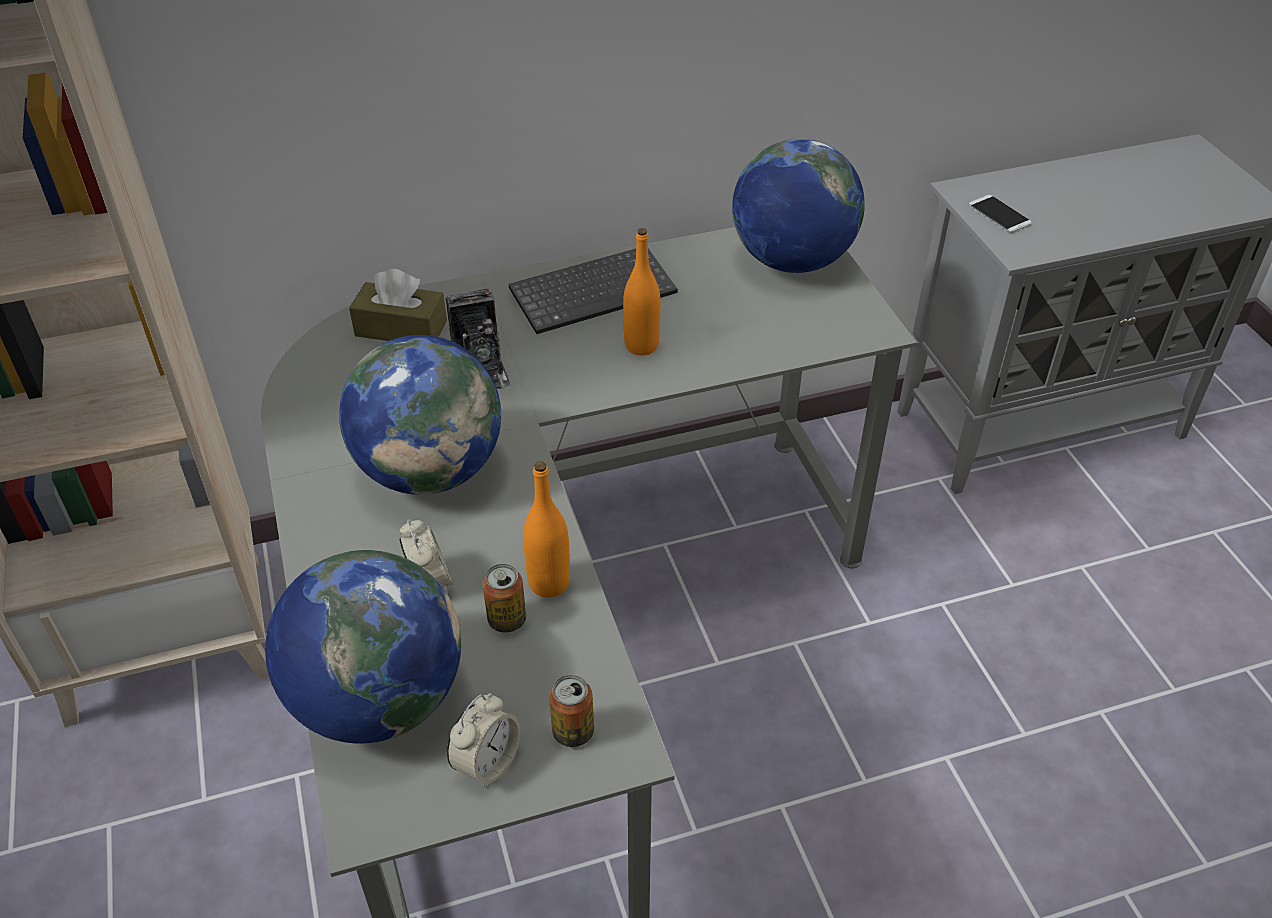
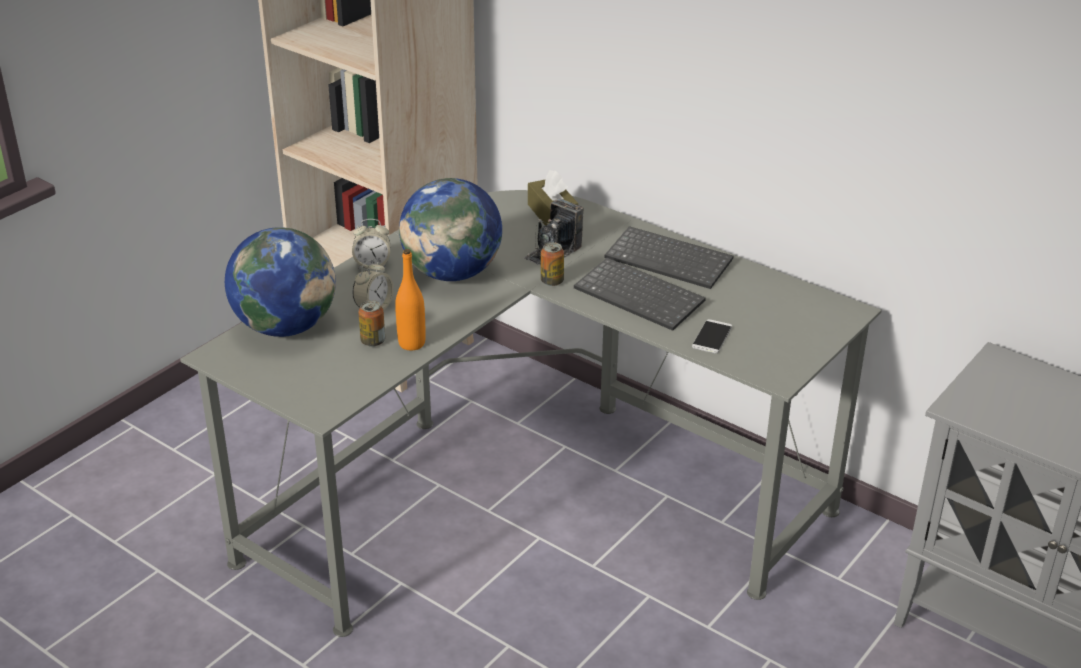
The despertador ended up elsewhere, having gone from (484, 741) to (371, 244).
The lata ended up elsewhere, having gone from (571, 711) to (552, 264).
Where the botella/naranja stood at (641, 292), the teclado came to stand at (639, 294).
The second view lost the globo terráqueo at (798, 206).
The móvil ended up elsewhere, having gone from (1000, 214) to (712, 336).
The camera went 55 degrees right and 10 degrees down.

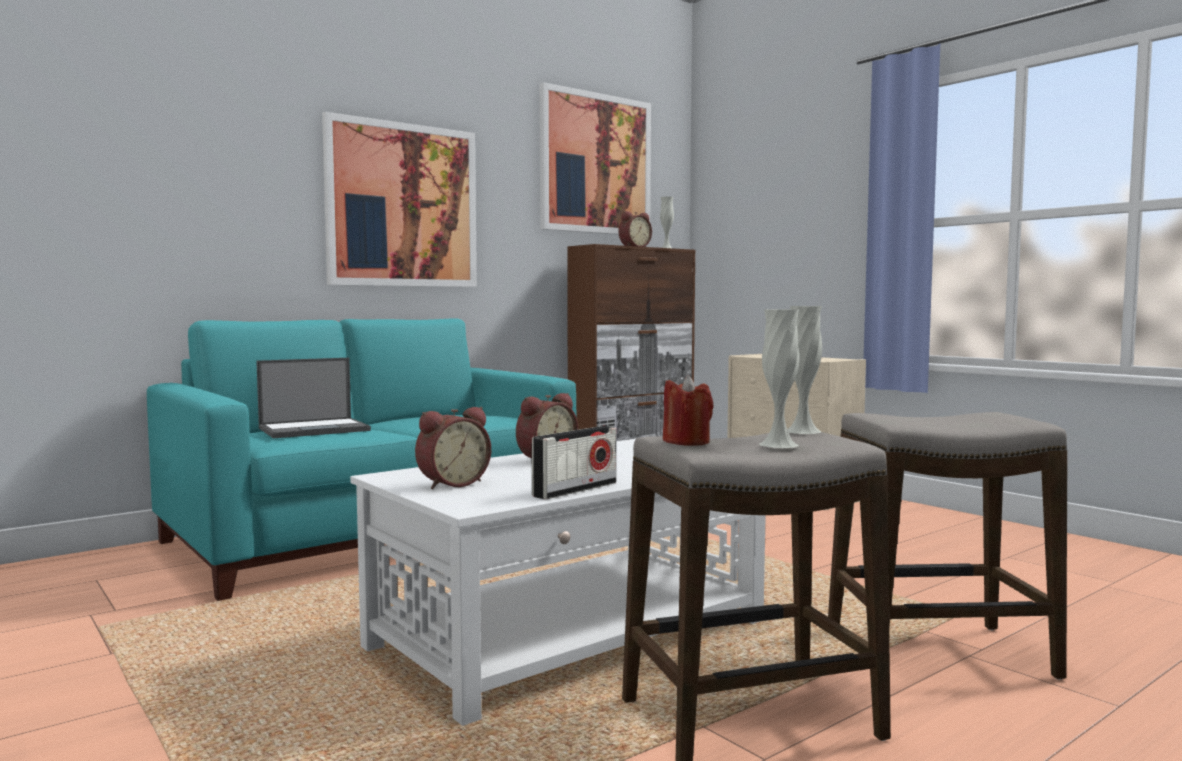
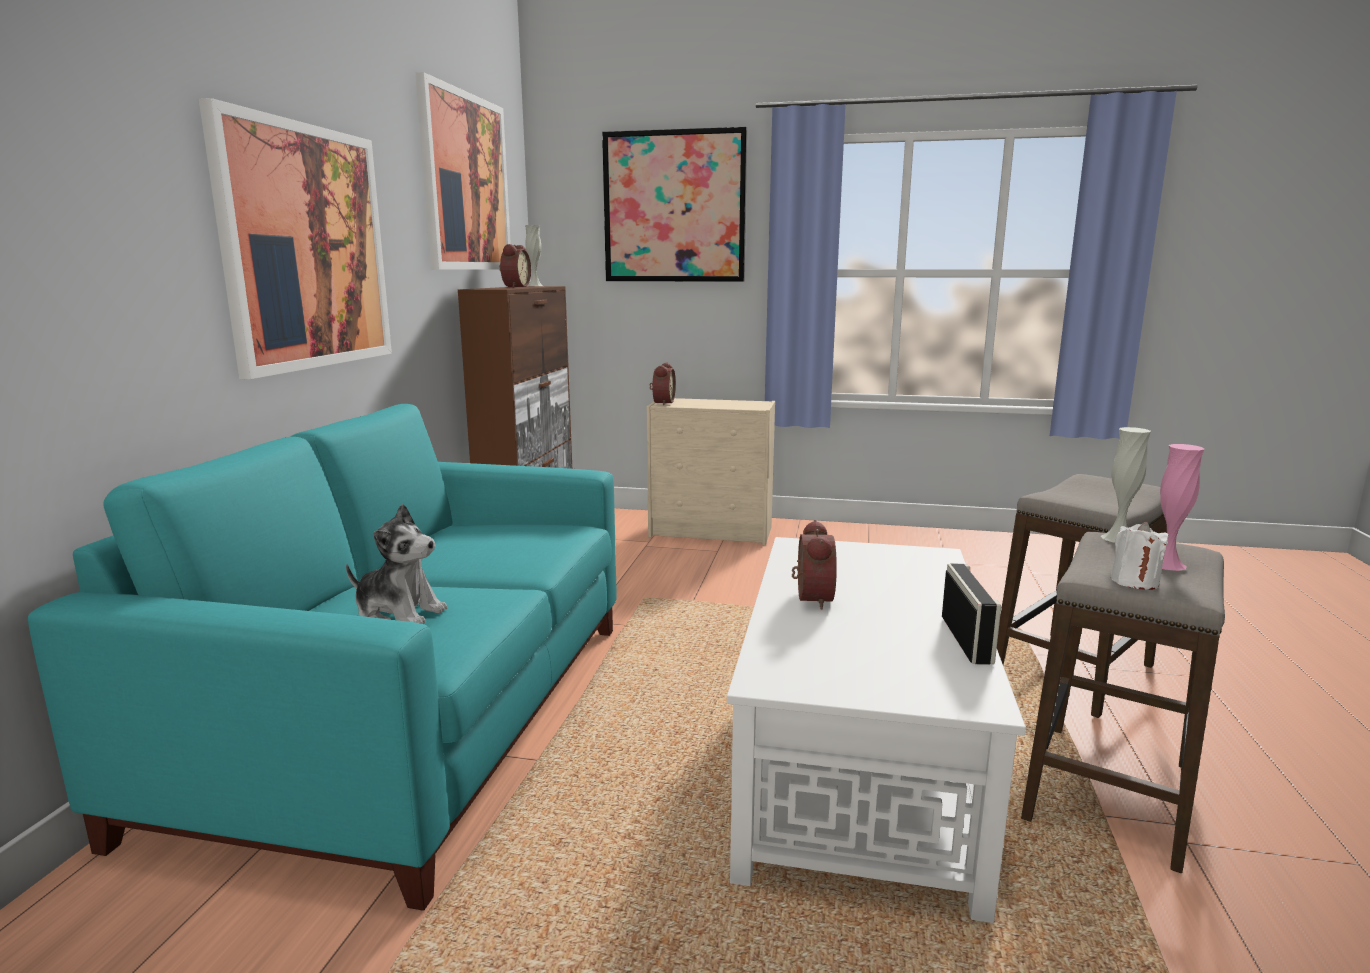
Where the portátil stood at (313, 398), the peluche came to stand at (396, 564).
The despertador ended up elsewhere, having gone from (453, 448) to (662, 383).
What was the vela/rojo at (688, 410) turned into the vela/blanco at (1140, 556).
What was the florero/blanco at (779, 378) turned into the florero/rosa at (1182, 507).
The second view gained the cuadro at (674, 204).
The camera went 40 degrees left and 10 degrees up.

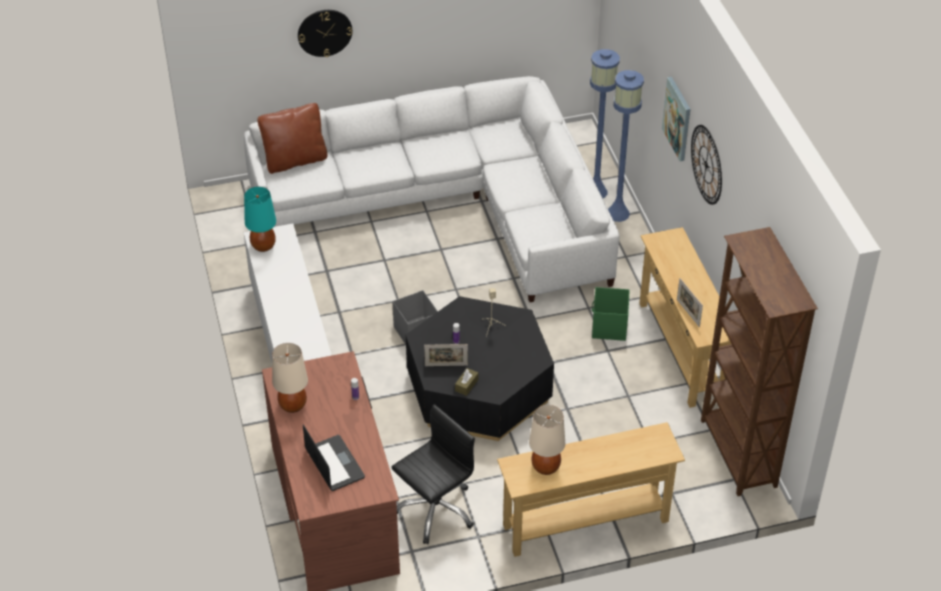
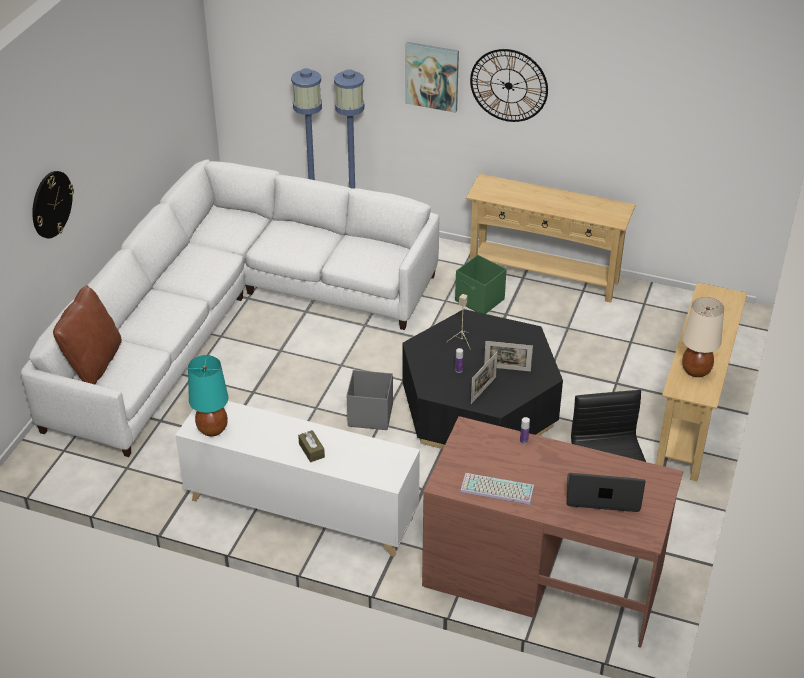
Where the lámpara de mesa/beis stood at (290, 378), the teclado came to stand at (497, 489).
The caja de pañuelos/marrón ended up elsewhere, having gone from (466, 382) to (311, 446).
The portarretratos ended up elsewhere, having gone from (690, 302) to (508, 356).
The second view lost the estantería/marrón at (759, 361).
The camera went 55 degrees left and 5 degrees down.

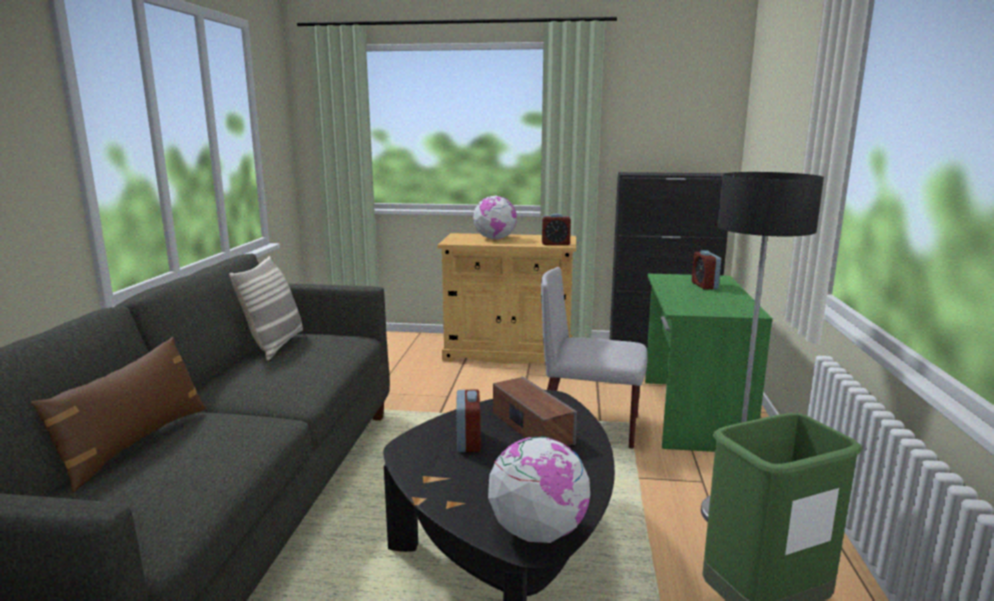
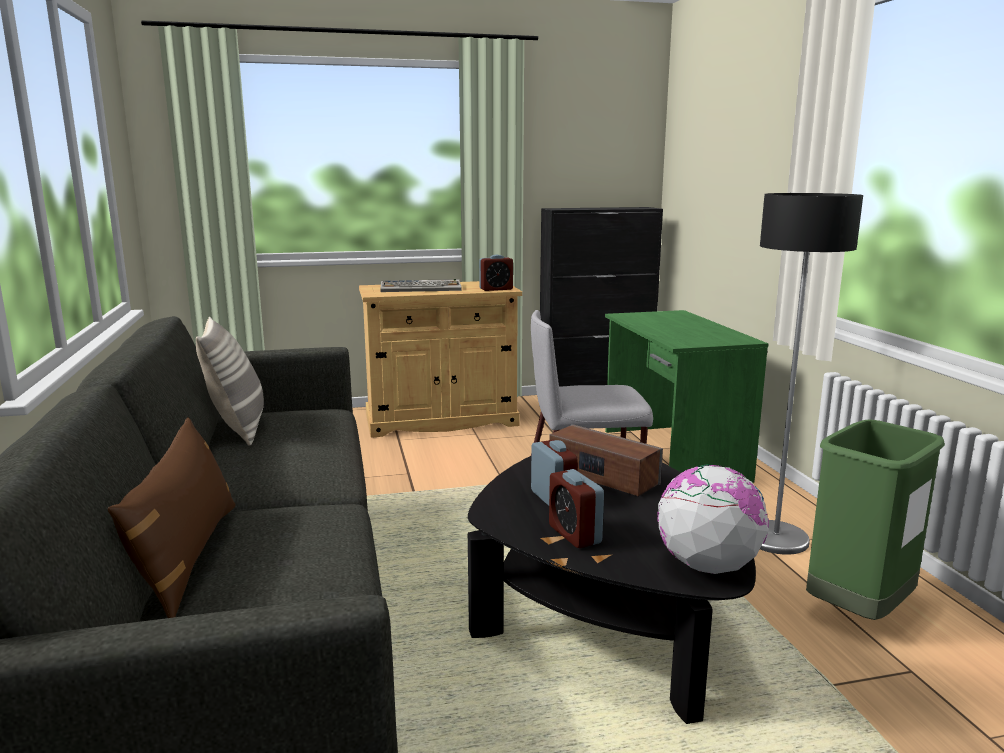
Where the globo terráqueo stood at (495, 217), the teclado came to stand at (421, 285).
The despertador ended up elsewhere, having gone from (706, 270) to (576, 508).
The camera went 20 degrees left and 0 degrees up.

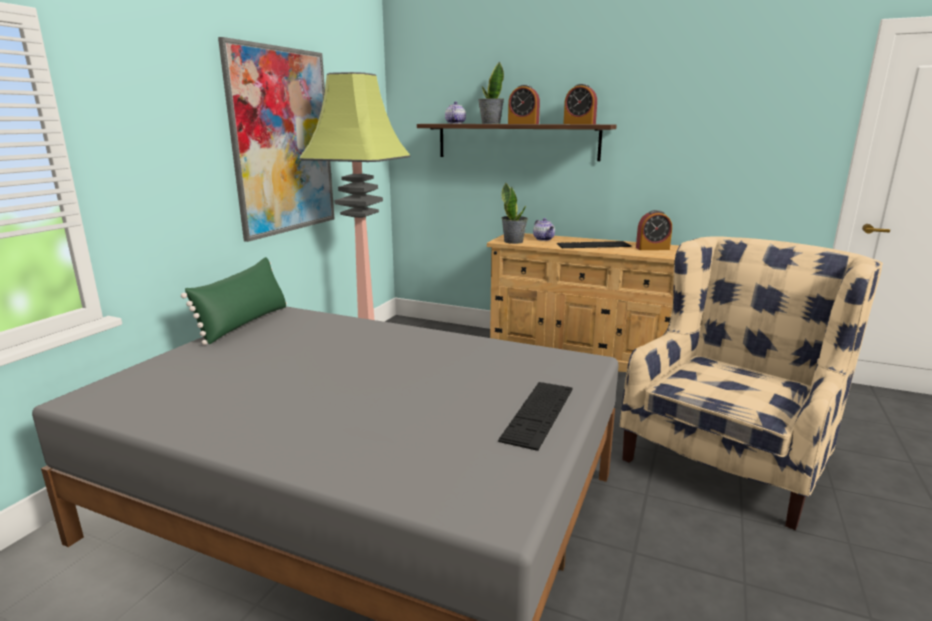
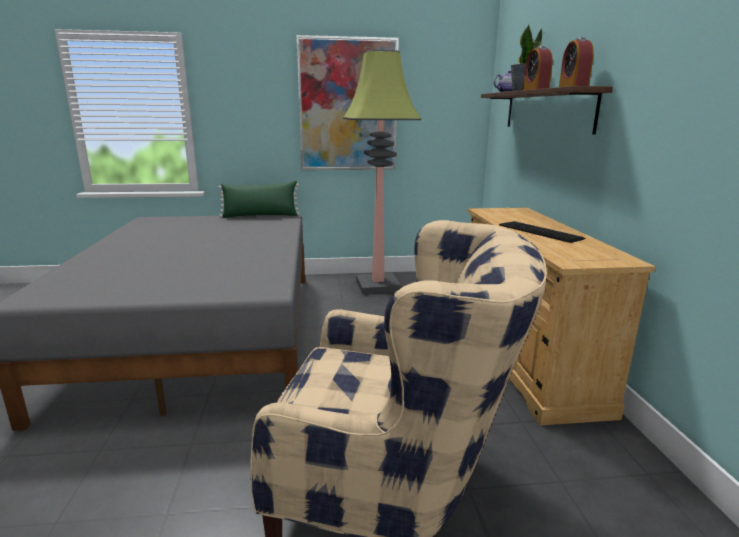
The second view lost the teclado at (535, 416).
The second view lost the planta en maceta at (514, 213).
The second view lost the tetera at (544, 229).
The second view lost the despertador at (654, 230).
The camera went 60 degrees right and 0 degrees up.

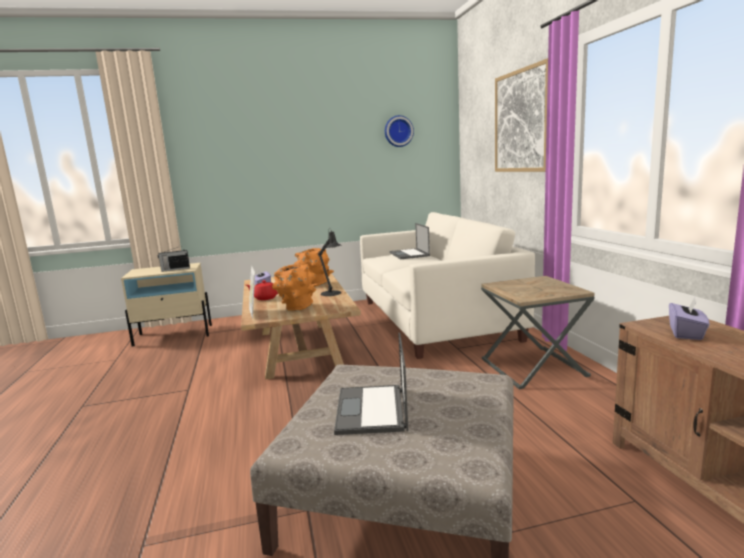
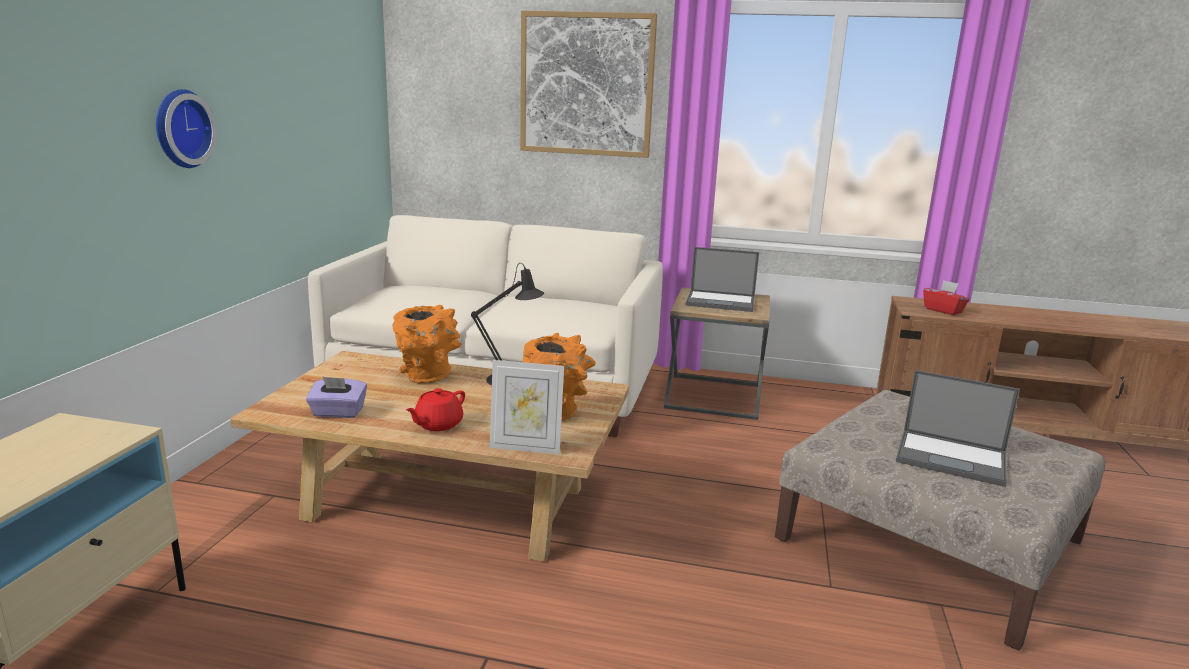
The second view lost the radio at (174, 259).
The reloj de pared ended up elsewhere, having gone from (399, 131) to (186, 128).
The portátil ended up elsewhere, having gone from (410, 241) to (722, 279).
What was the caja de pañuelos/morado at (689, 318) turned into the caja de pañuelos/rojo at (946, 297).
The camera went 65 degrees left and 5 degrees up.

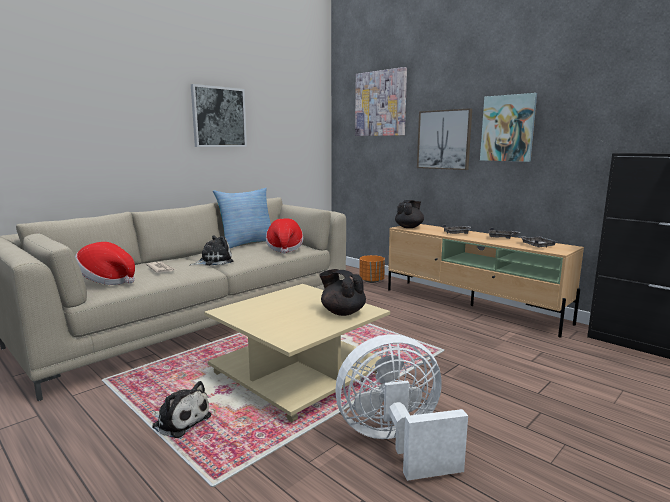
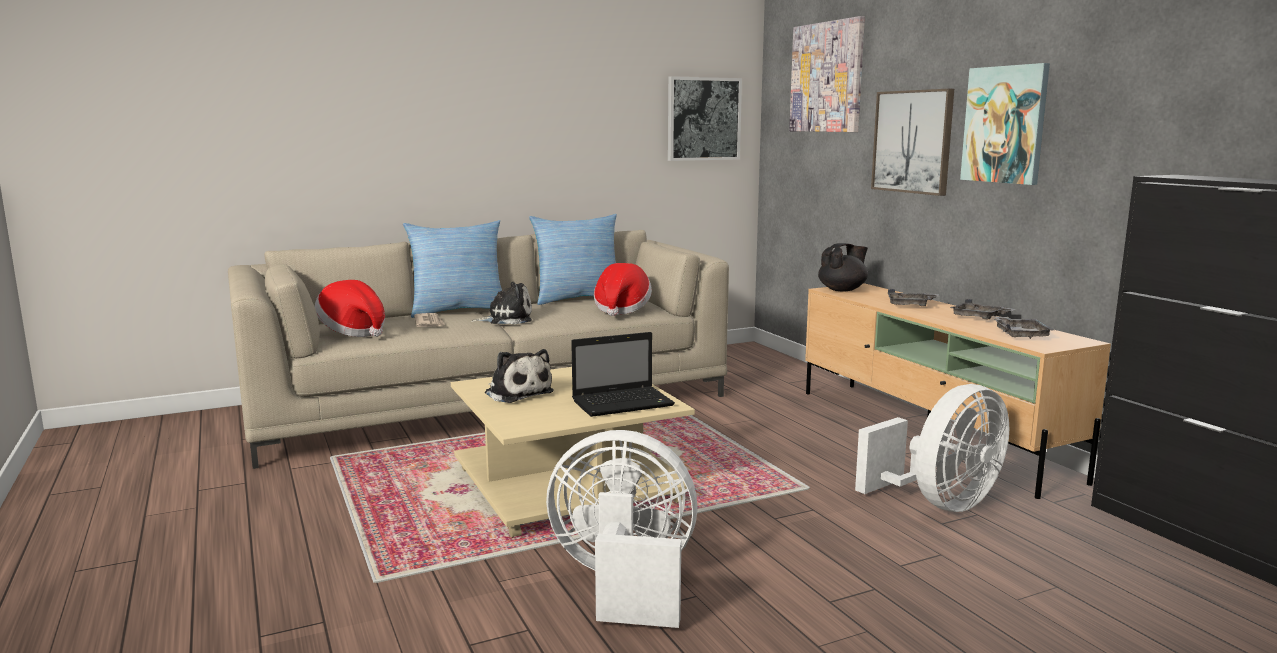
The peluche ended up elsewhere, having gone from (181, 409) to (519, 376).
The cuadro ended up elsewhere, having gone from (219, 115) to (705, 118).
Where the tetera/negro stood at (342, 292), the portátil came to stand at (623, 374).
The second view lost the maceta/naranja at (372, 269).
The second view gained the cojín at (452, 269).
The second view gained the ventilador/blanco at (932, 448).
The camera went 20 degrees right and 0 degrees up.

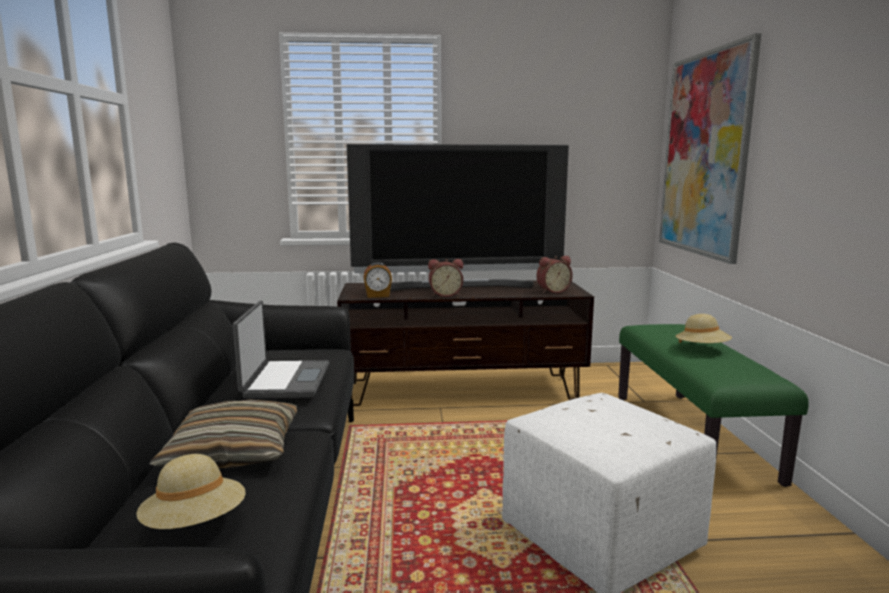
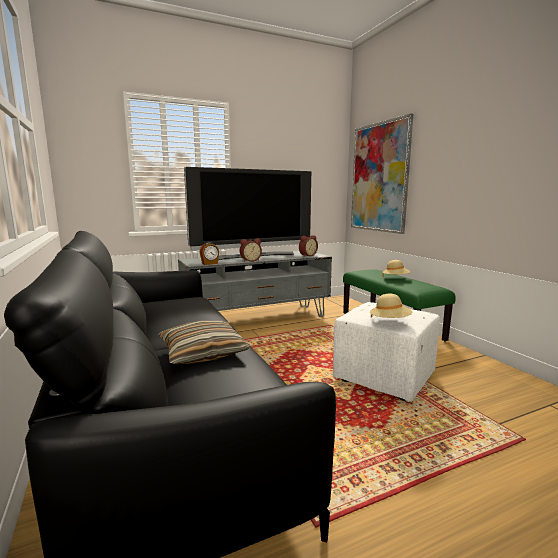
The sombrero/beis ended up elsewhere, having gone from (191, 491) to (391, 306).
The second view lost the portátil at (281, 349).
What was the mueble de televisión/marrón at (465, 343) turned into the mueble de televisión/gris at (255, 284).
The camera went 20 degrees left and 0 degrees up.

